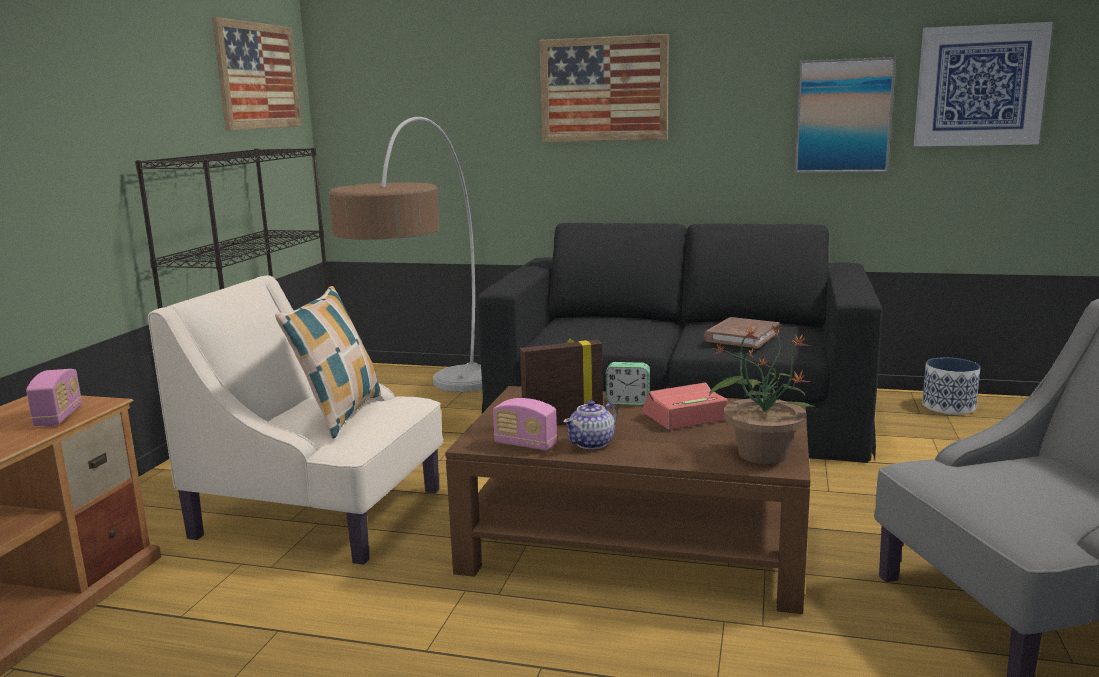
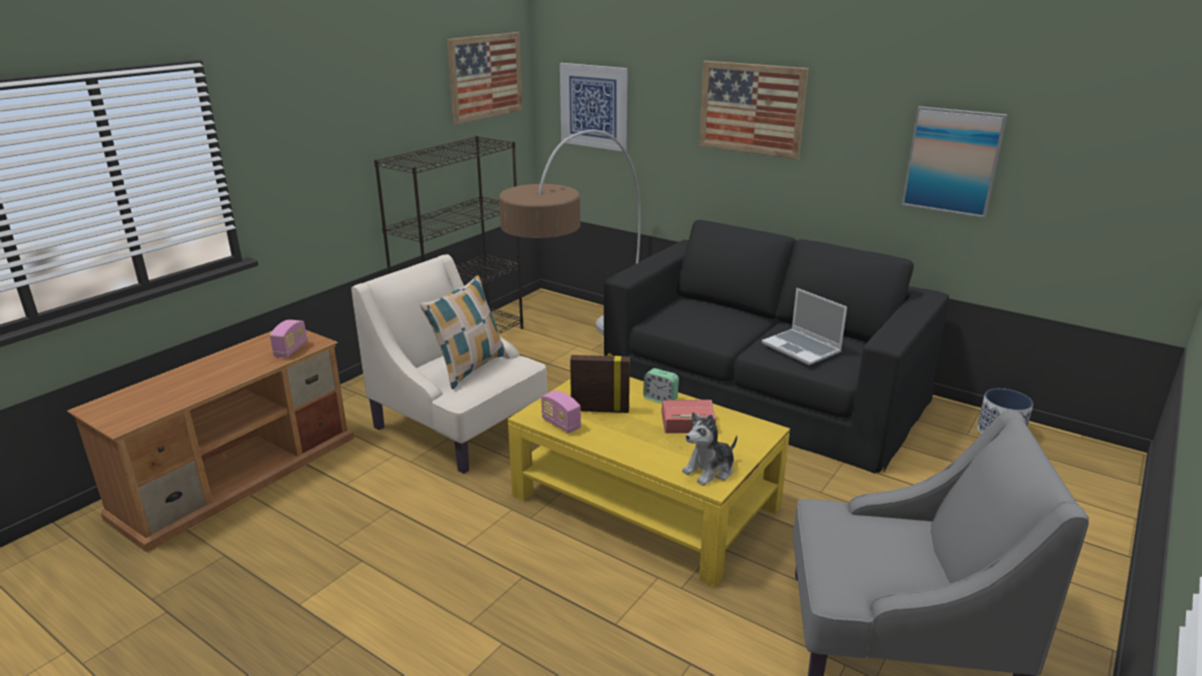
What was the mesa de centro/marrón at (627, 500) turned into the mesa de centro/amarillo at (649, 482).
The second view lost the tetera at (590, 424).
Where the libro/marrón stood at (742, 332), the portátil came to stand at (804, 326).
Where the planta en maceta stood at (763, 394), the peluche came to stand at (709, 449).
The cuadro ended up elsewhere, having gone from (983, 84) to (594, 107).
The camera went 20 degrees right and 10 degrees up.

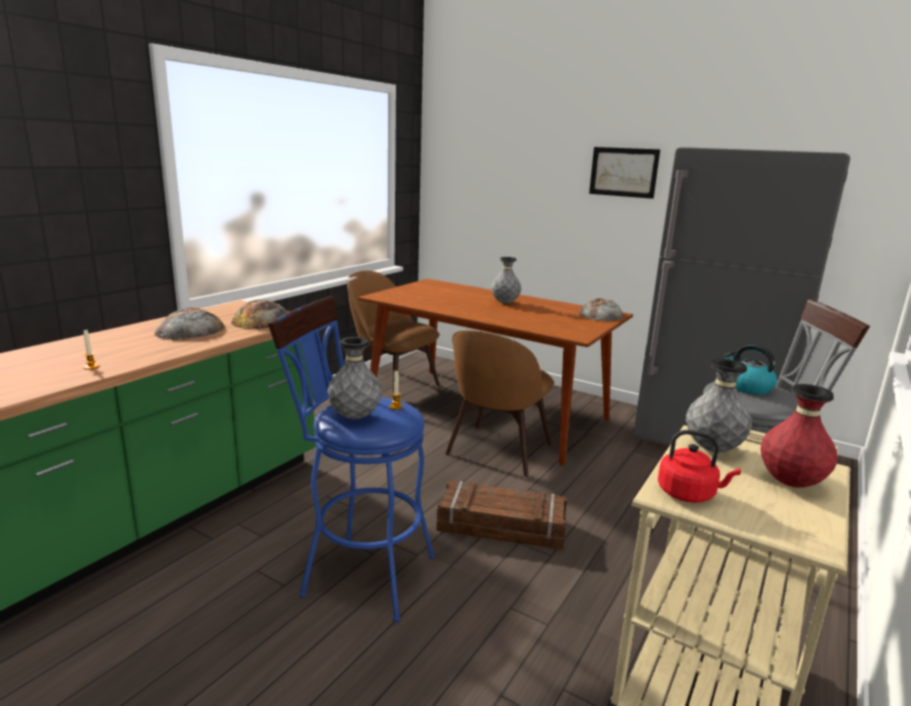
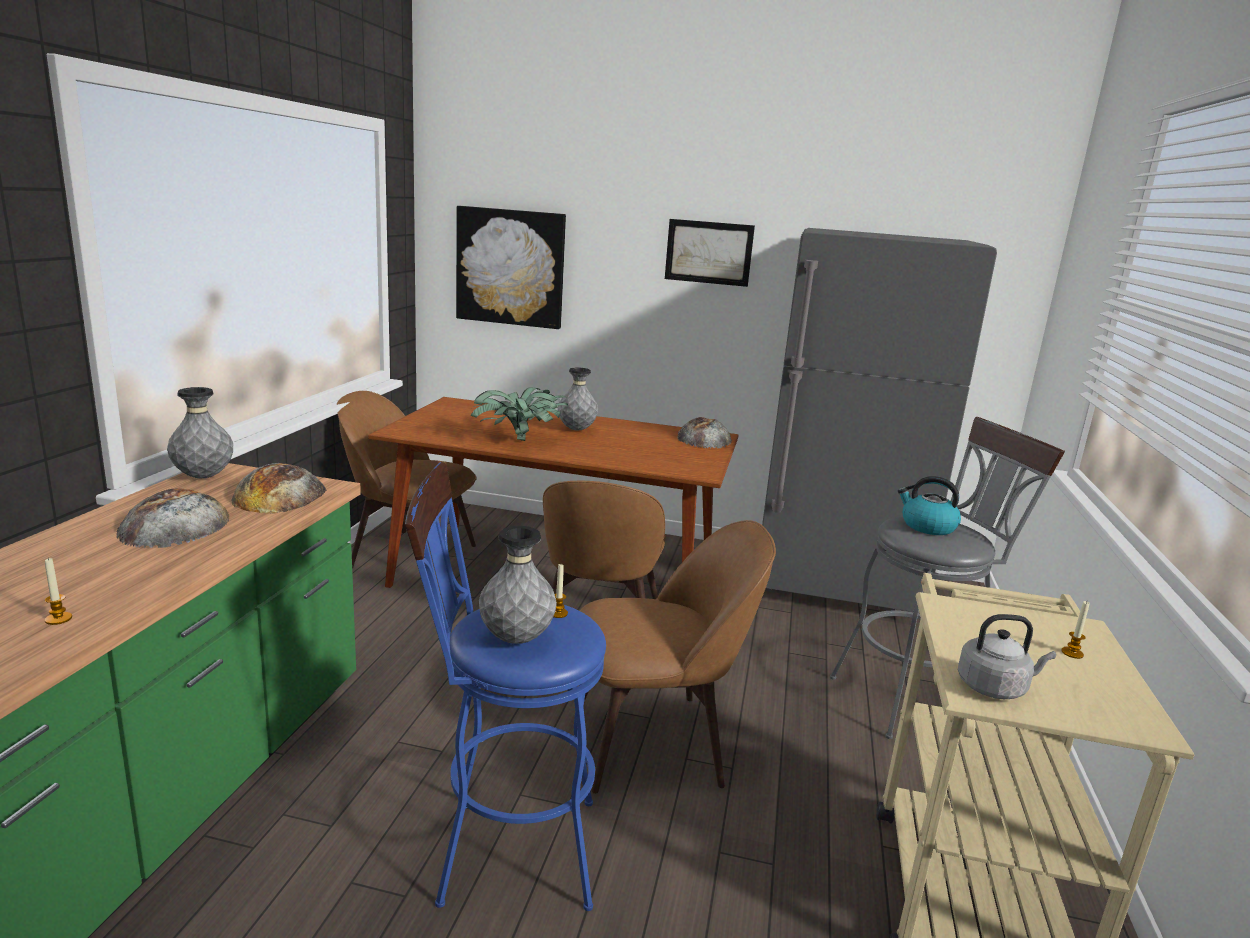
Where the caja de embalaje stood at (501, 515), the silla/marrón came to stand at (678, 657).
What was the hervidor/rojo at (699, 466) turned into the hervidor/gris at (1007, 656).
The florero/gris ended up elsewhere, having gone from (719, 405) to (200, 432).
Where the florero/rojo stood at (799, 435), the vela came to stand at (1075, 630).
The second view gained the cuadro at (511, 267).
The second view gained the planta en maceta at (519, 414).
The camera went 20 degrees left and 0 degrees up.

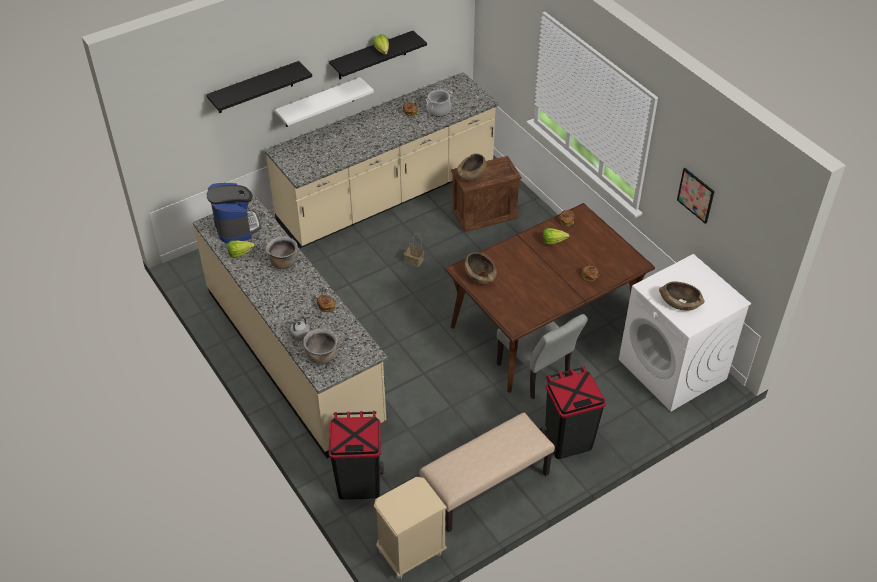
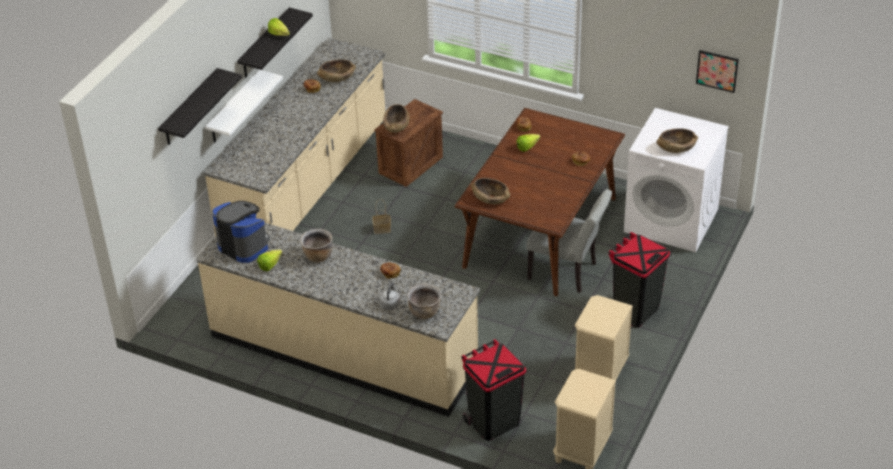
Where the banco/beis stood at (487, 472), the mesita de noche/beis came to stand at (604, 337).
Where the olla stood at (439, 103), the cuenco/marrón came to stand at (336, 70).
The cuadro ended up elsewhere, having gone from (696, 196) to (717, 71).
The camera went 30 degrees left and 5 degrees down.

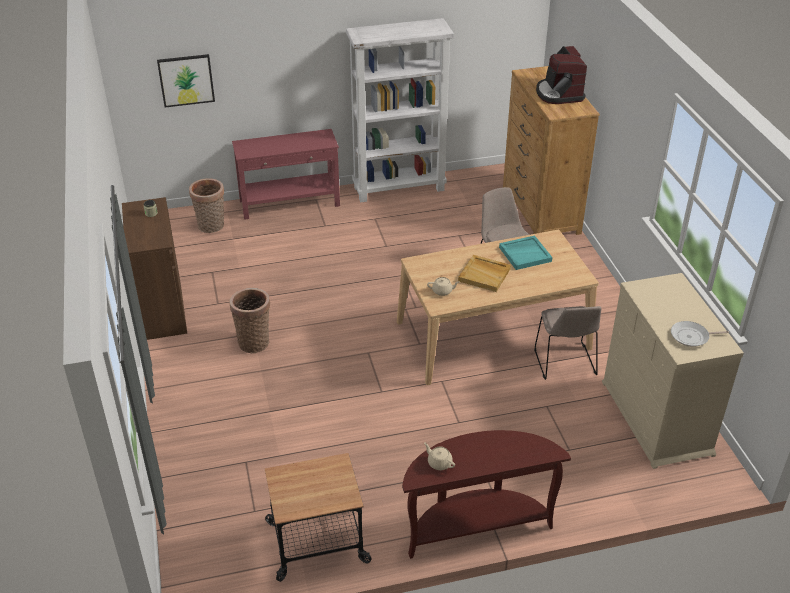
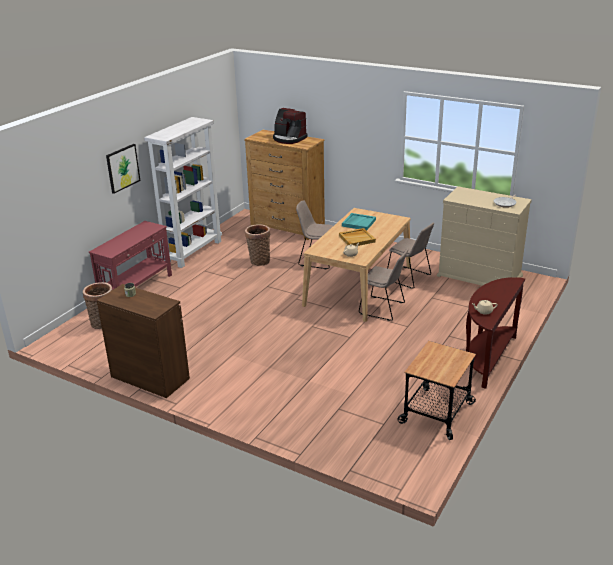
The cuadro ended up elsewhere, having gone from (186, 80) to (123, 169).
The cesta ended up elsewhere, having gone from (250, 320) to (257, 245).
The second view gained the silla/beis at (383, 284).
The camera went 45 degrees left and 10 degrees down.

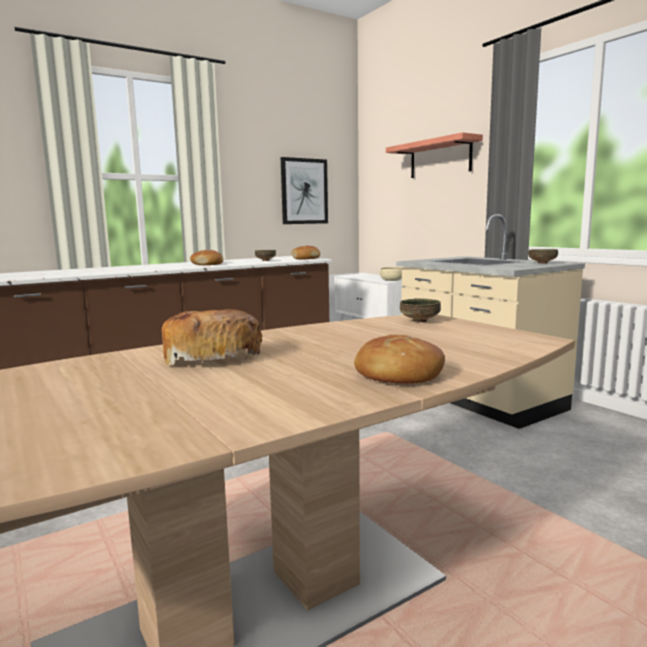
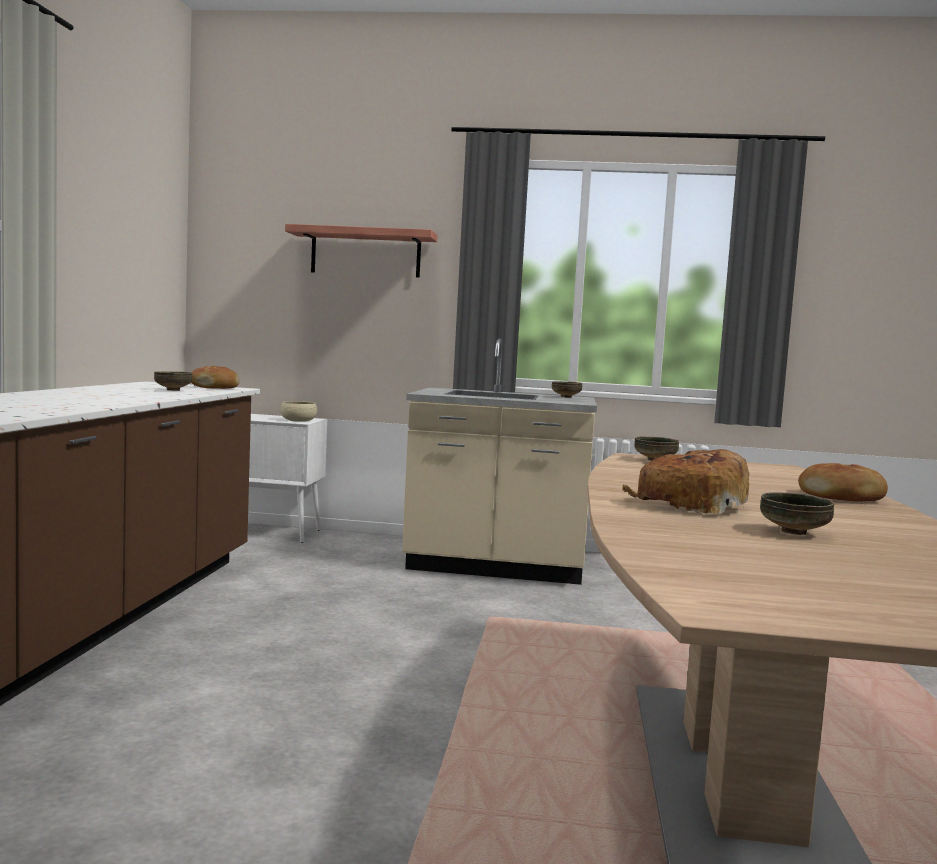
The second view lost the pan at (207, 257).
The second view lost the cuadro at (304, 190).
The second view gained the cuenco at (797, 513).
The camera went 50 degrees left and 5 degrees down.

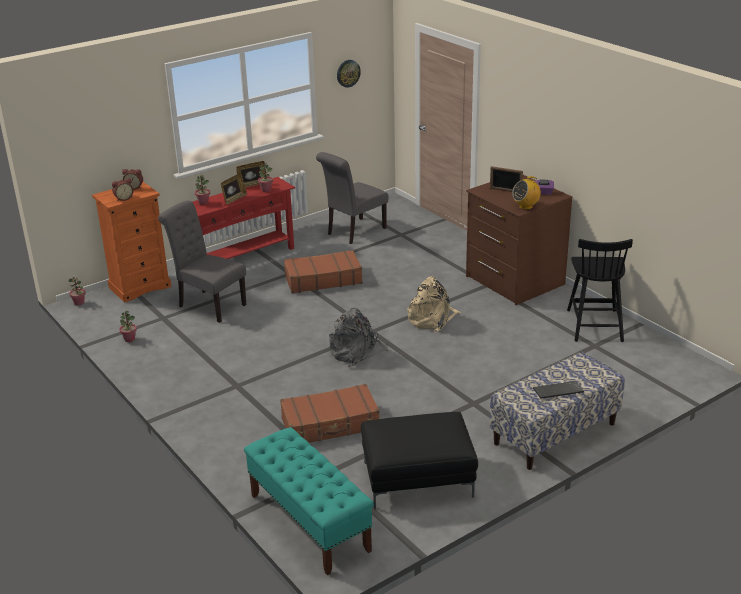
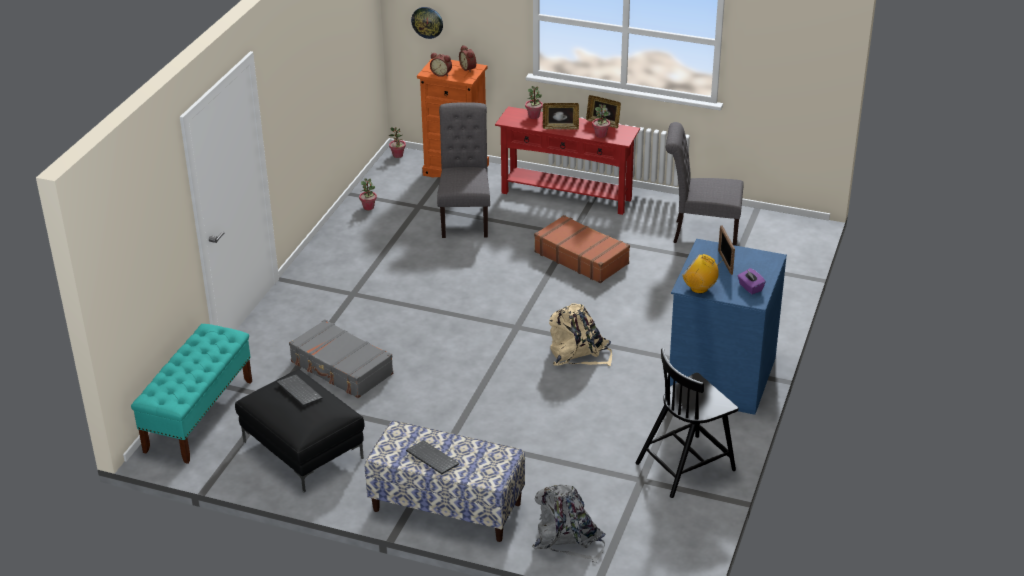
What was the maleta/marrón at (330, 413) turned into the maleta/gris at (341, 358).
The mochila/gris ended up elsewhere, having gone from (359, 337) to (568, 523).
The reloj de pared ended up elsewhere, having gone from (349, 74) to (427, 23).
What was the cómoda/marrón at (519, 240) turned into the cómoda/azul at (728, 327).
The second view gained the teclado at (300, 390).
The camera went 55 degrees right and 5 degrees up.

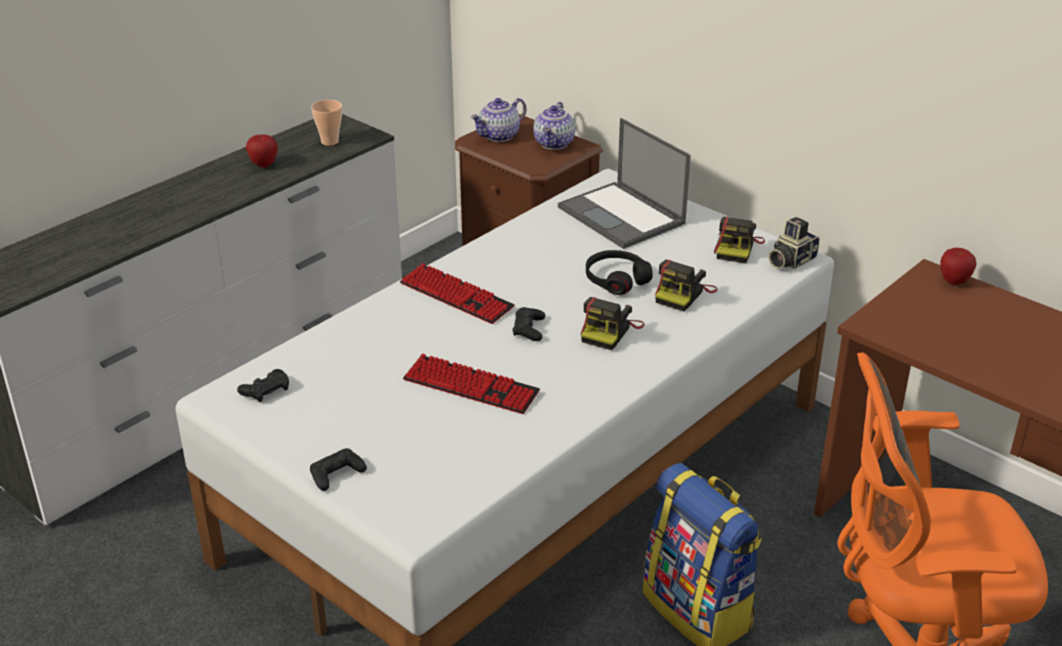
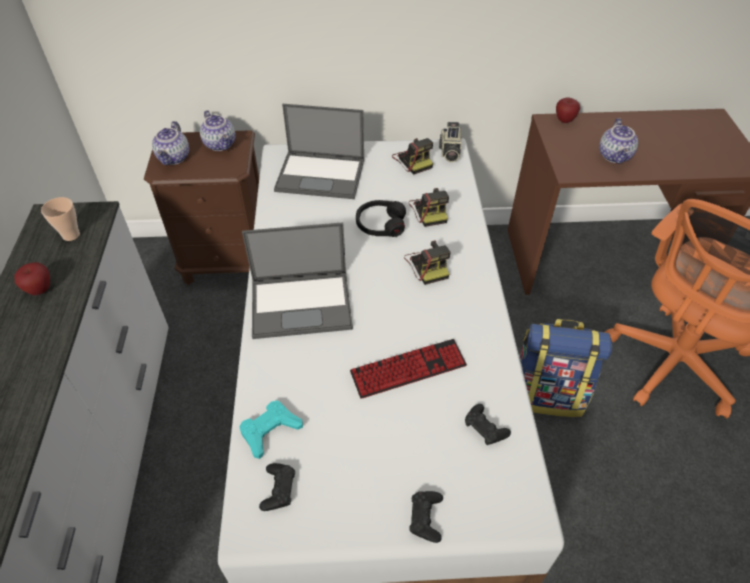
Where the teclado stood at (457, 293), the portátil came to stand at (297, 280).
The mando de consola/negro ended up elsewhere, having gone from (529, 324) to (488, 424).
The second view gained the mando de consola/turquesa at (271, 429).
The second view gained the tetera at (618, 141).
The camera went 45 degrees left and 15 degrees up.

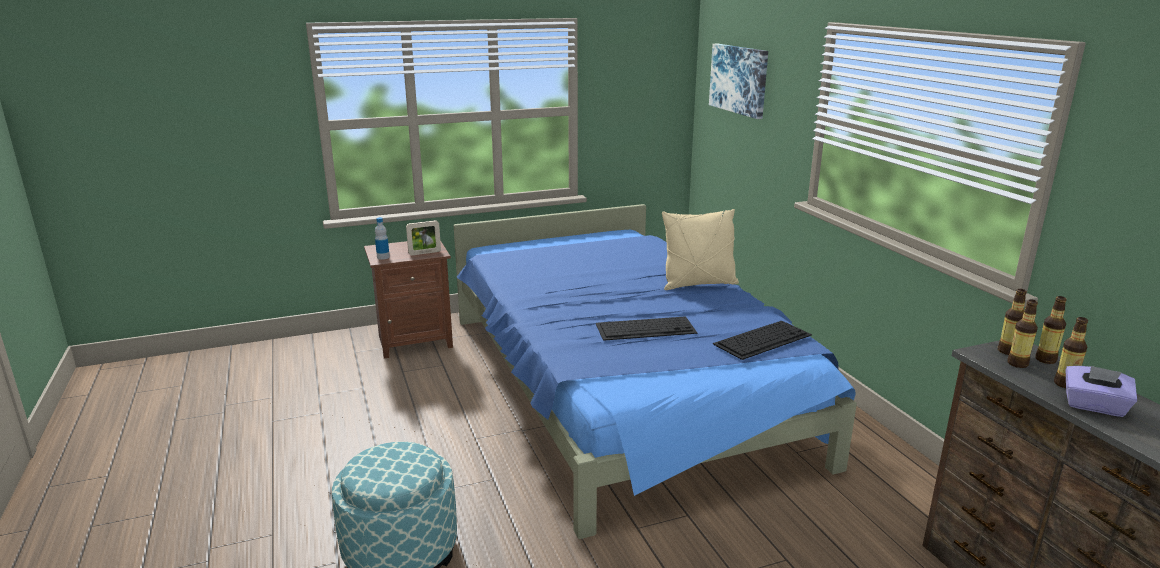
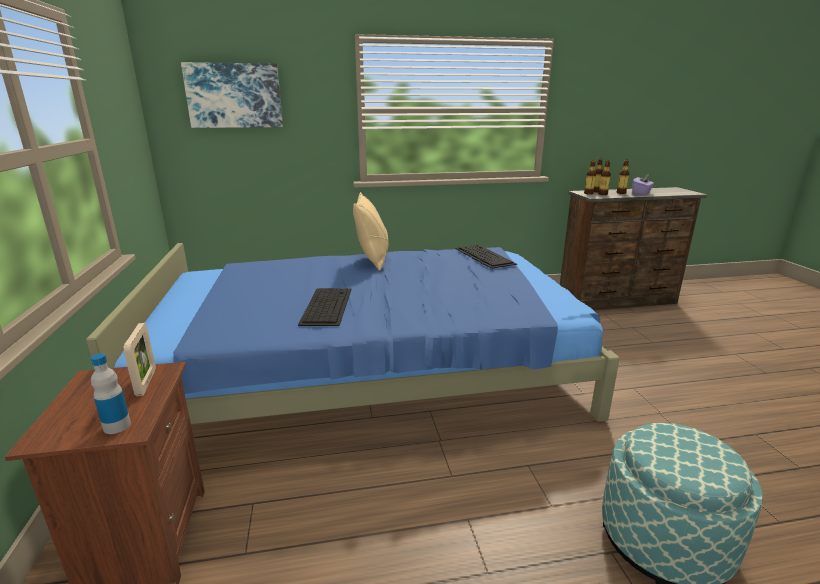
The teclado ended up elsewhere, having gone from (646, 328) to (325, 307).
The camera went 80 degrees left and 0 degrees up.

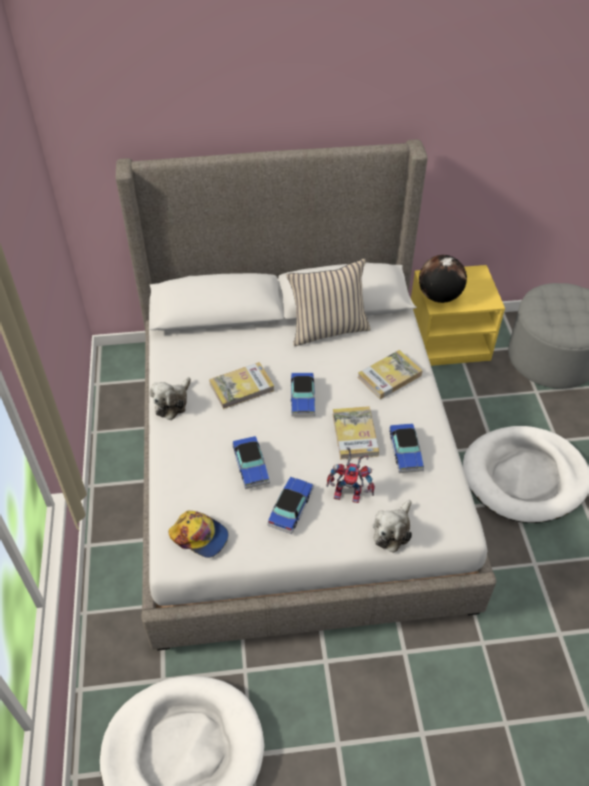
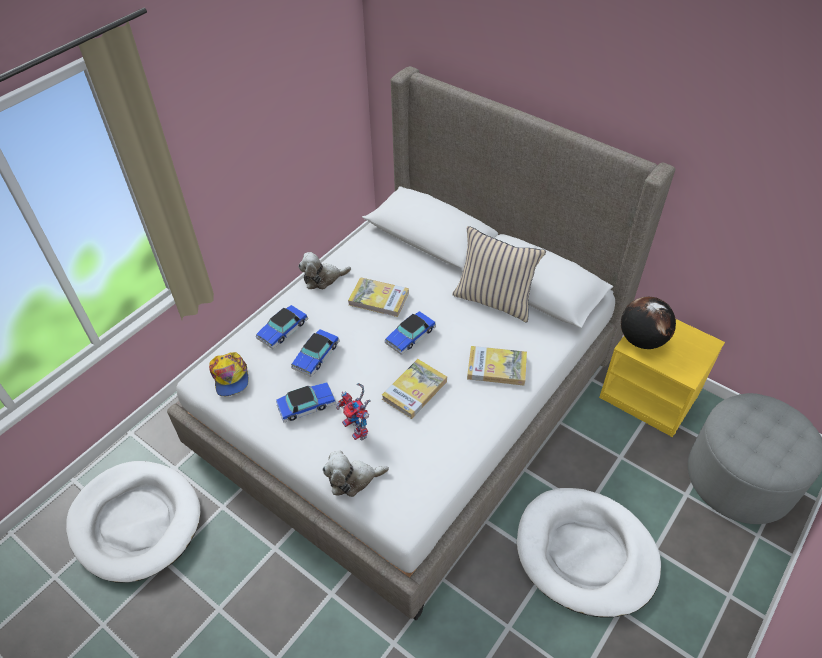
The coche de juguete ended up elsewhere, having gone from (406, 448) to (282, 327).
The camera went 45 degrees right and 0 degrees up.

